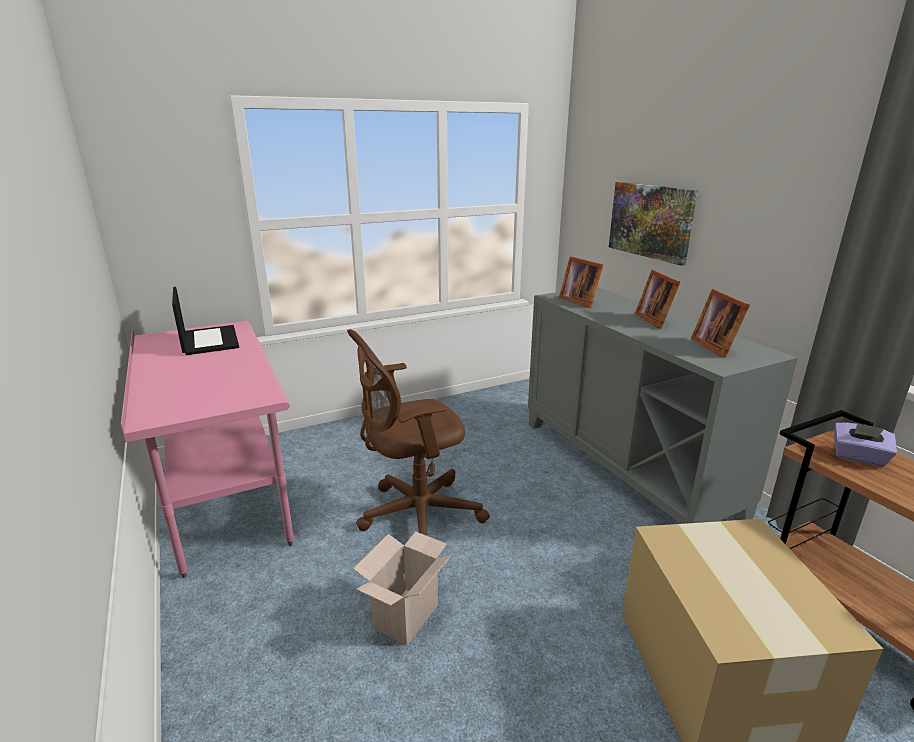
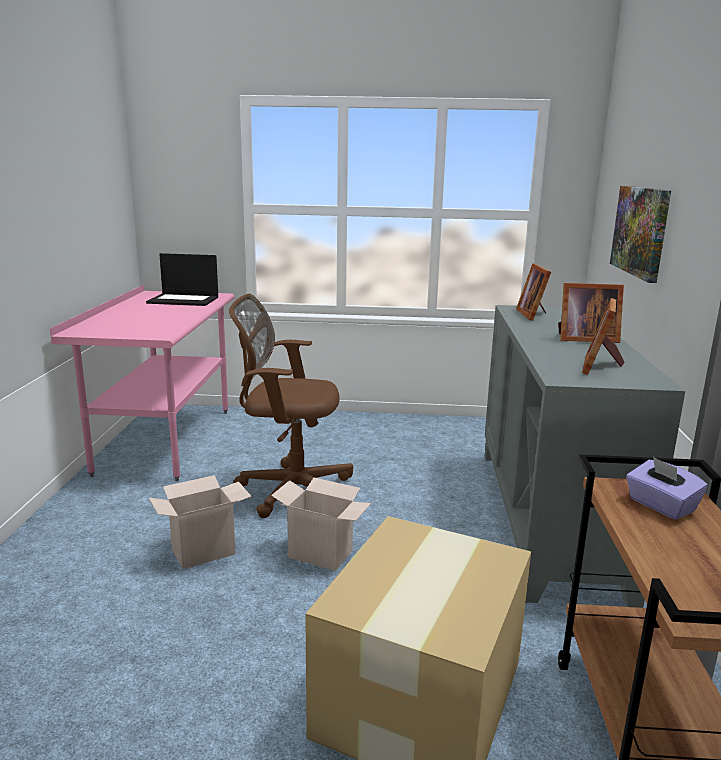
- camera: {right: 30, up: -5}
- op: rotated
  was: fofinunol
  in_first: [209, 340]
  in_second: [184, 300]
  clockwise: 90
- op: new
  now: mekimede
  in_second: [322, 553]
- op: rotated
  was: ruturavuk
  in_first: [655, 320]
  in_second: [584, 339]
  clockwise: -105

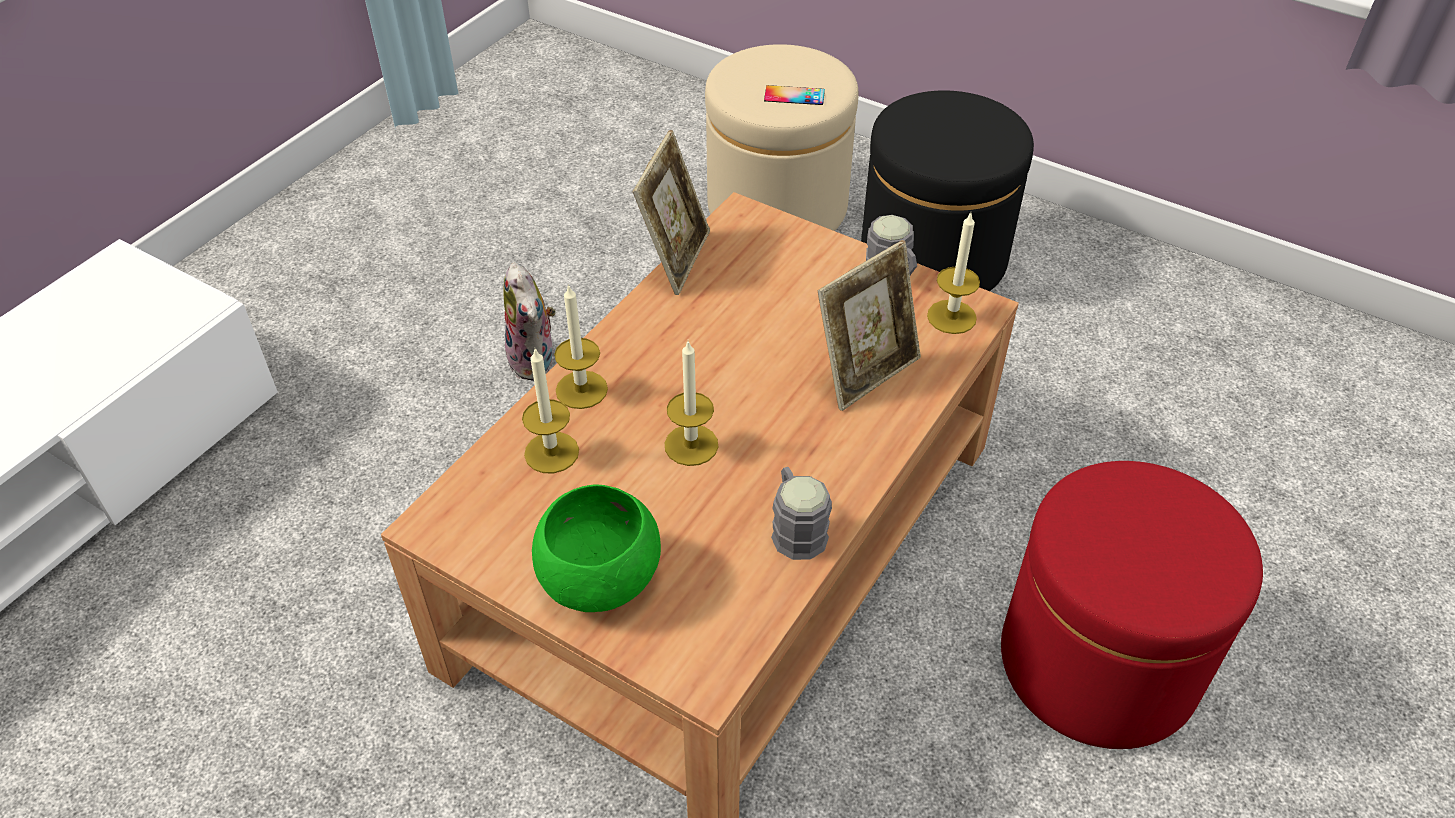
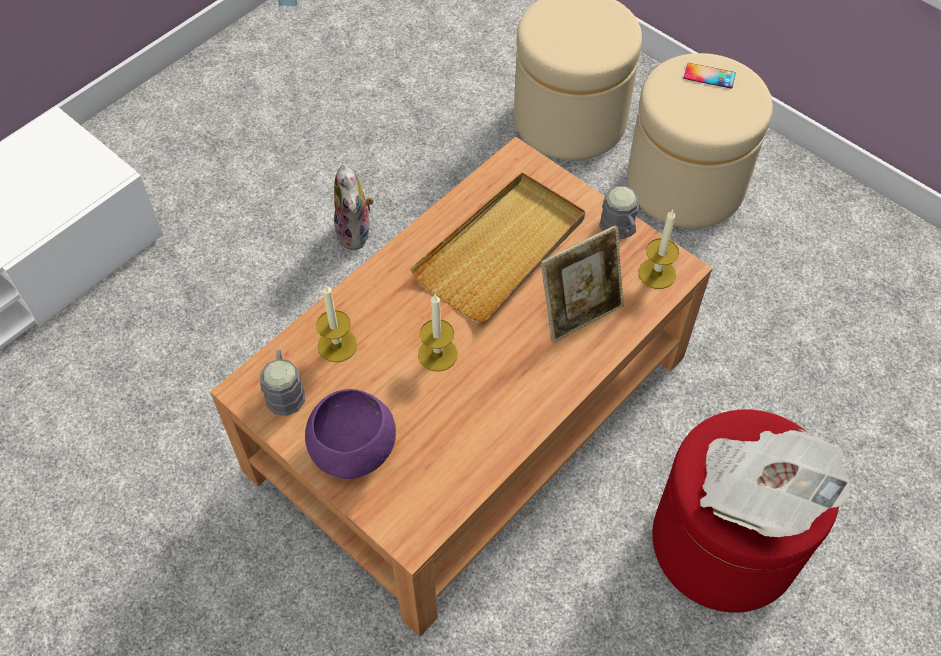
- camera: {right: 10, up: 10}
- op: shifted
  was: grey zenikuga
  in_first: [795, 528]
  in_second: [285, 391]
- op: repainted
  was: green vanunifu
  now: purple vanunifu
  in_first: [597, 578]
  in_second: [351, 449]
- op: new
  now: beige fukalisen
  in_second: [502, 250]
- op: repainted
  was: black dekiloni
  now: beige dekiloni
  in_first: [933, 258]
  in_second: [685, 184]
- op: shifted
  was: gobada
  in_first: [794, 96]
  in_second: [709, 76]
- op: new
  now: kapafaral
  in_second: [760, 491]
- op: gone
  was: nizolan
  in_first: [581, 390]
- op: gone
  was: ruturavuk
  in_first: [675, 258]

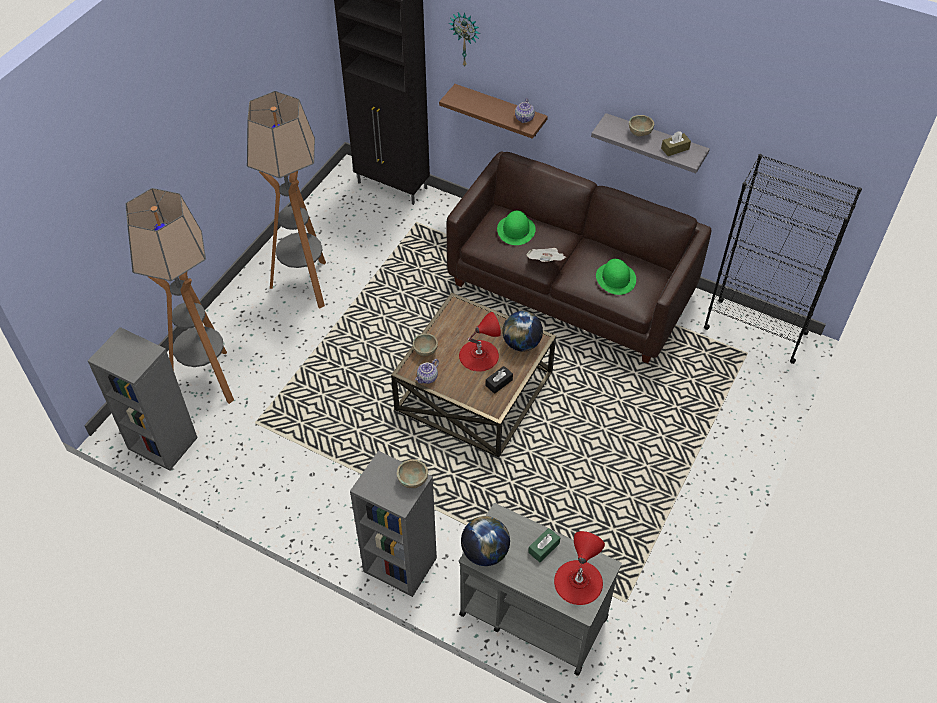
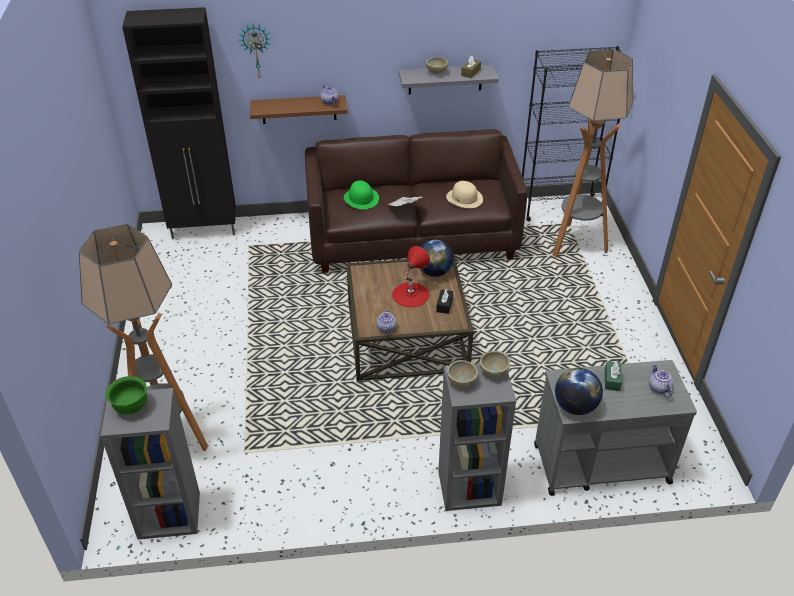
- camera: {right: -35, up: -10}
- op: new
  now: green vanunifu
  in_second: [131, 407]
- op: repainted
  was: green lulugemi
  now: beige lulugemi
  in_first: [616, 278]
  in_second: [464, 198]
- op: shifted
  was: beige vanunifu
  in_first: [425, 351]
  in_second: [461, 382]
- op: shifted
  was: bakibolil
  in_first: [305, 285]
  in_second: [575, 244]
- op: swapped
  was: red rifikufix
  now: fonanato
  in_first: [578, 582]
  in_second: [658, 388]

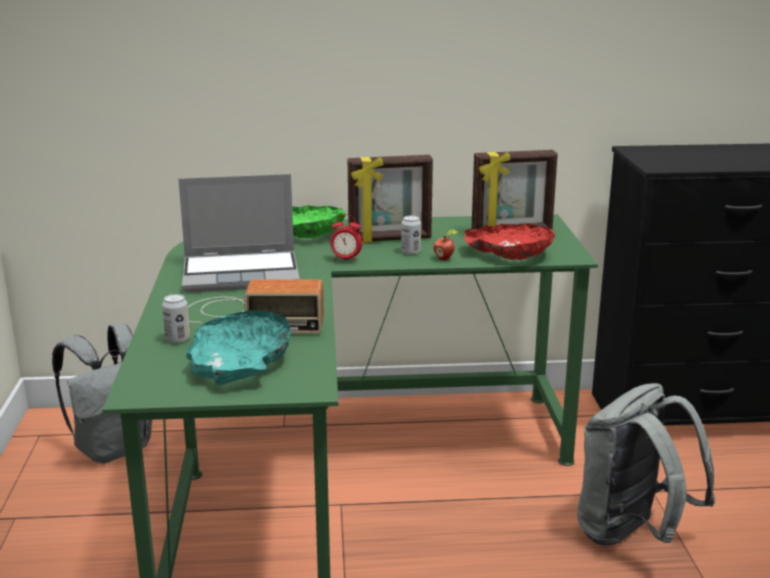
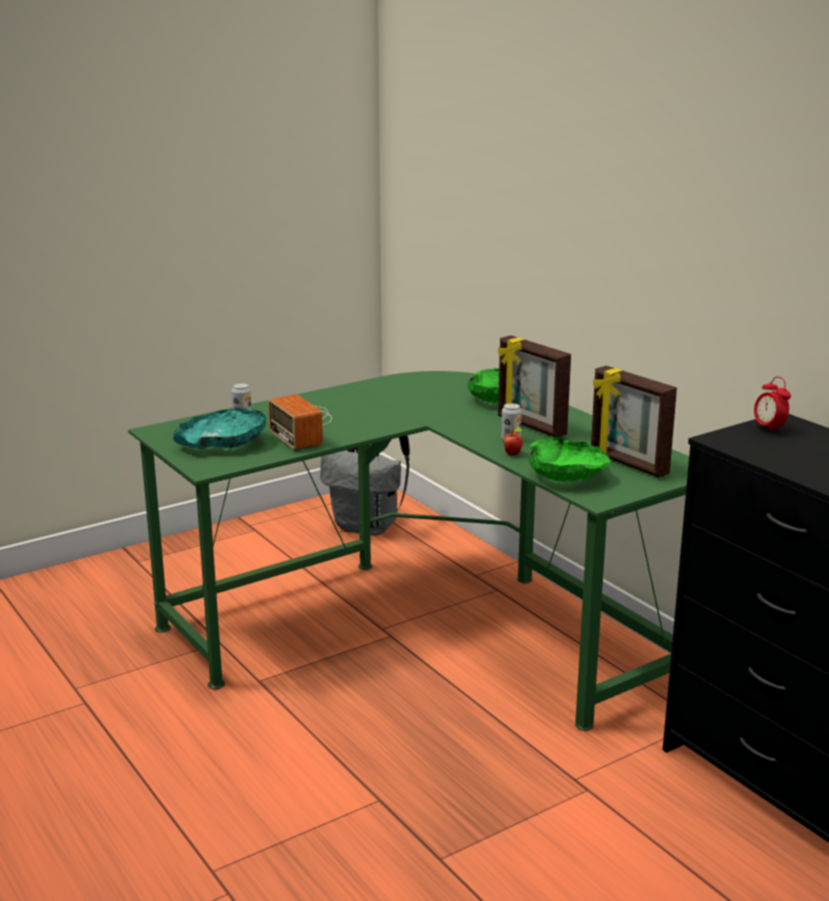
- camera: {right: 60, up: 0}
- op: repainted
  was: red vanunifu
  now: green vanunifu
  in_first: [509, 253]
  in_second: [566, 474]
- op: shifted
  was: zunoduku
  in_first: [346, 260]
  in_second: [769, 429]
- op: gone
  was: fofinunol
  in_first: [242, 273]
- op: gone
  was: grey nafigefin
  in_first: [631, 534]

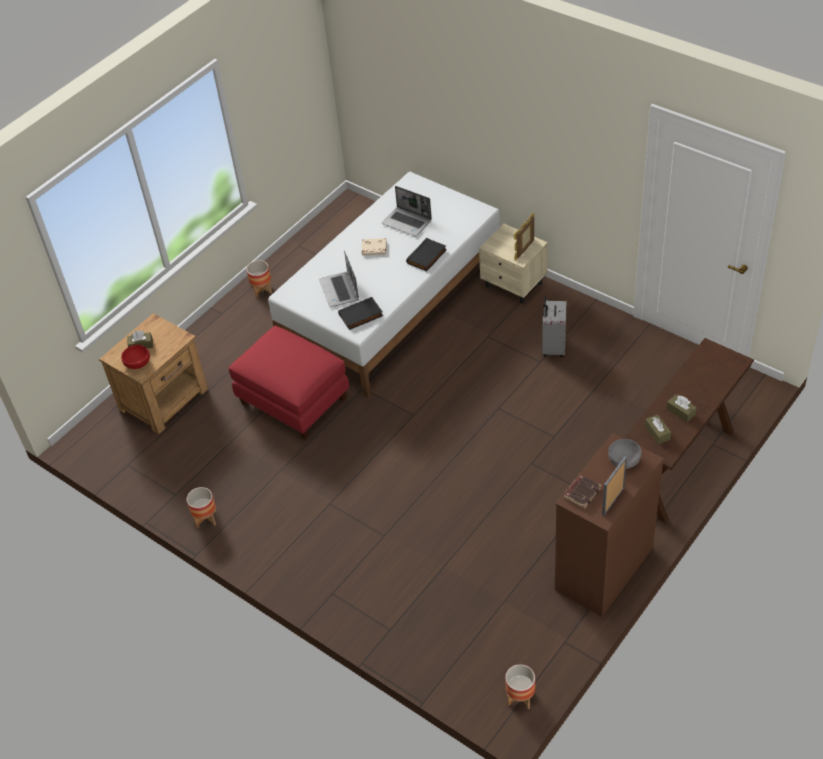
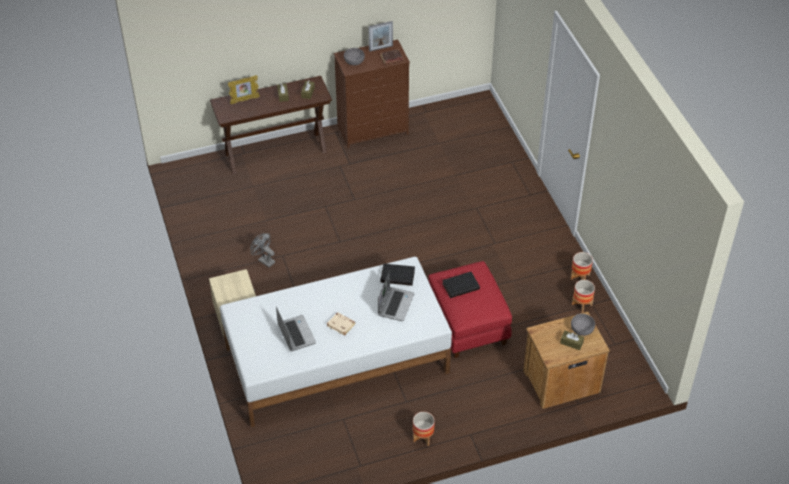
- camera: {right: -150, up: 0}
- op: shifted
  was: ruturavuk
  in_first: [525, 250]
  in_second: [244, 100]
- op: swapped
  was: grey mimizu
  now: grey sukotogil
  in_first: [552, 347]
  in_second: [264, 260]
- op: shifted
  was: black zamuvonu
  in_first: [427, 257]
  in_second: [460, 285]
- op: repainted
  was: red vanunifu
  now: grey vanunifu
  in_first: [138, 363]
  in_second: [581, 329]
- op: shifted
  was: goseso
  in_first: [520, 697]
  in_second: [582, 304]

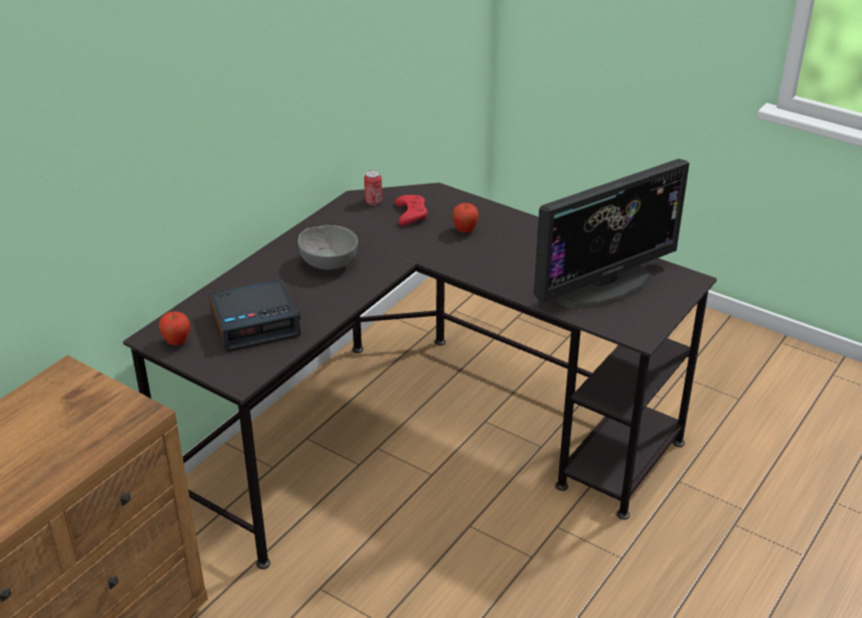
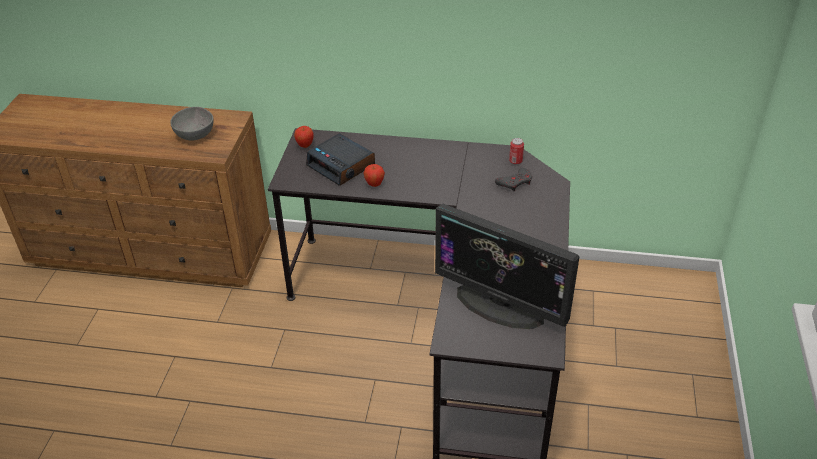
- camera: {right: 65, up: 5}
- op: shifted
  was: grey vanunifu
  in_first: [328, 262]
  in_second: [196, 135]
- op: shifted
  was: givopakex
  in_first: [465, 230]
  in_second: [374, 184]
- op: repainted
  was: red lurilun
  now: grey lurilun
  in_first: [411, 214]
  in_second: [515, 182]

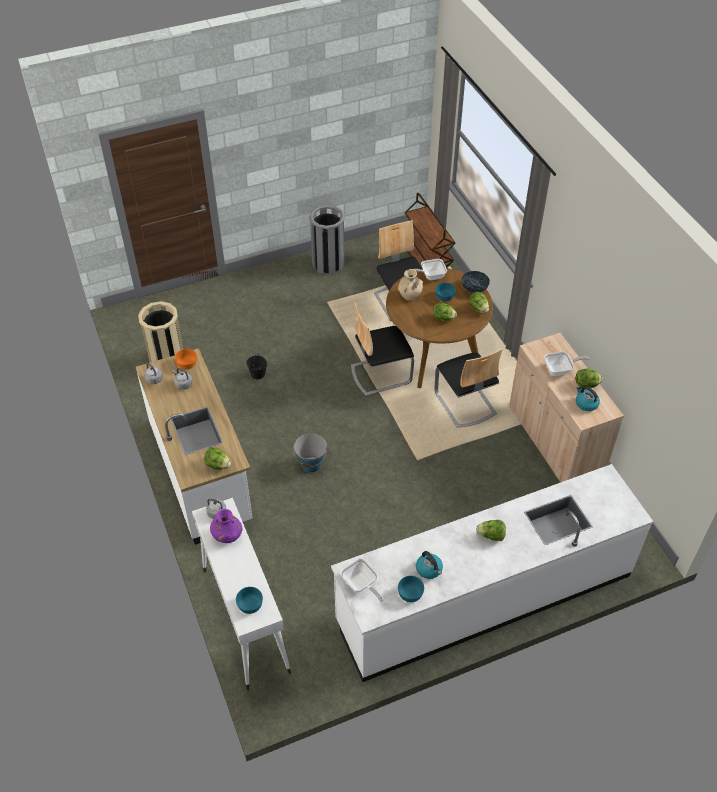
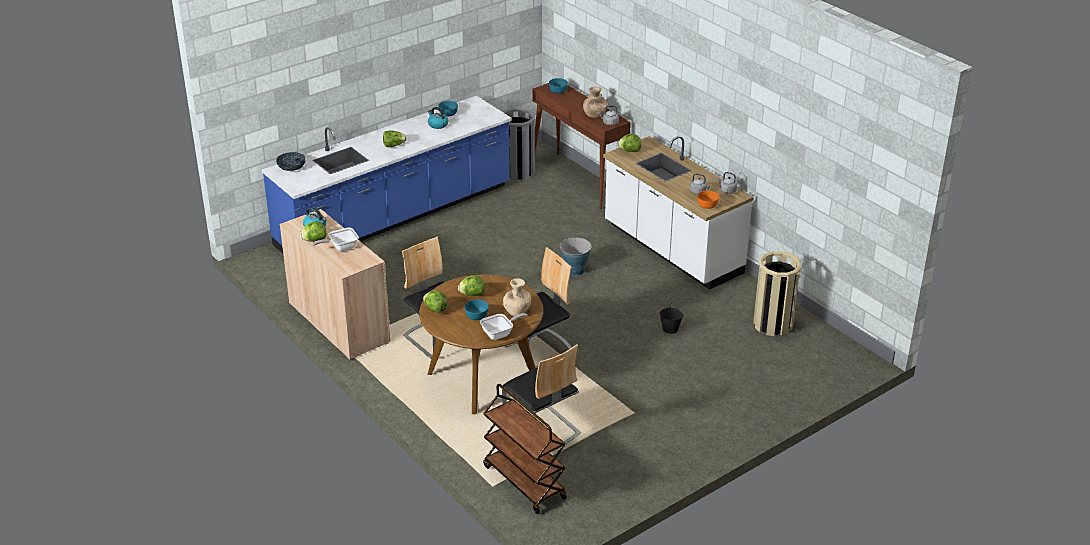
- camera: {right: 165, up: -15}
- op: repainted
  was: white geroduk
  now: blue geroduk
  in_first: [484, 597]
  in_second: [395, 216]
- op: shifted
  was: vanunifu
  in_first: [474, 287]
  in_second: [291, 168]
- op: shifted
  was: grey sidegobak
  in_first: [328, 263]
  in_second: [517, 172]
- op: repainted
  was: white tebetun
  now: brown tebetun
  in_first: [245, 619]
  in_second: [579, 180]
- op: repainted
  was: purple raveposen
  now: brown raveposen
  in_first: [227, 535]
  in_second: [594, 114]
- op: gone
  was: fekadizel
  in_first: [361, 585]

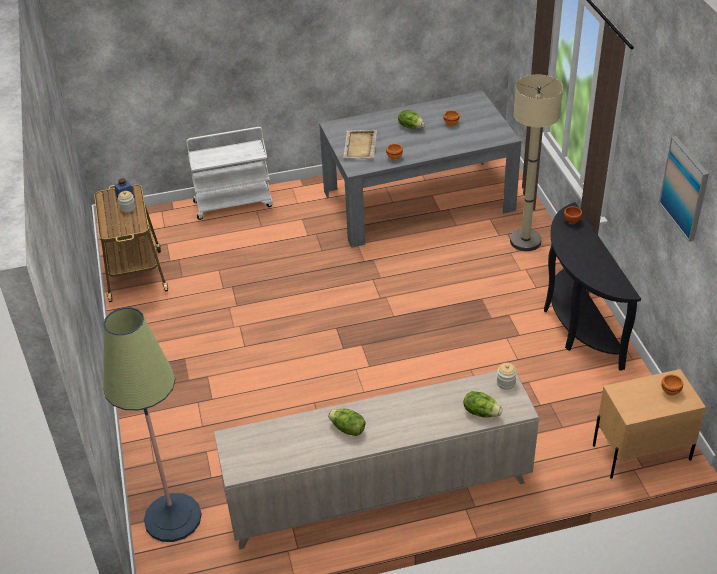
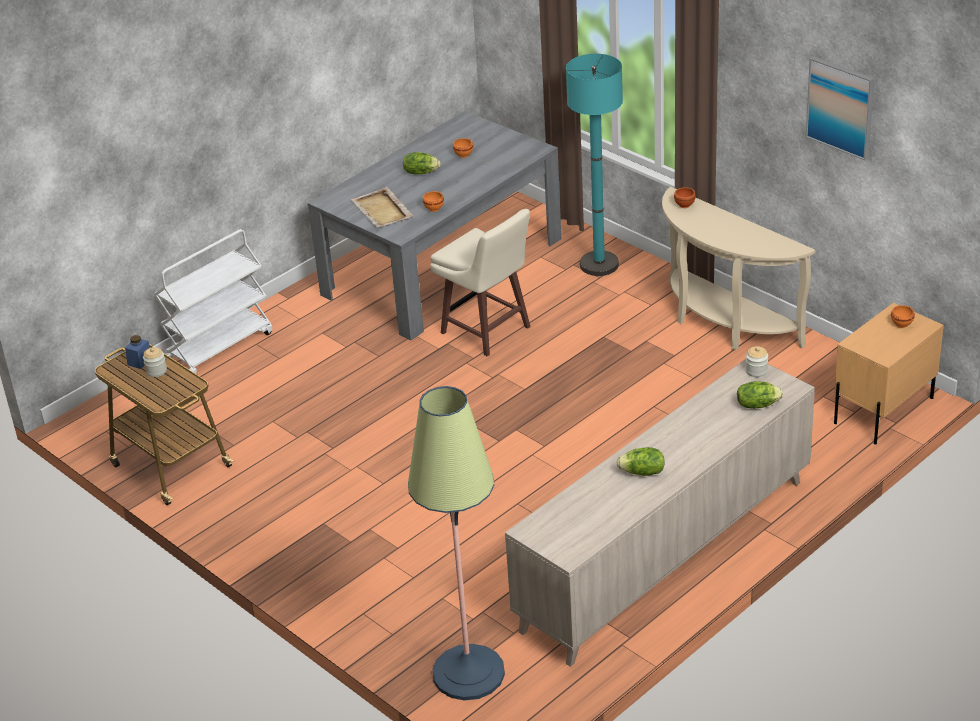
- camera: {right: -30, up: -5}
- op: new
  now: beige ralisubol
  in_second: [487, 331]
- op: repainted
  was: beige bakibolil
  now: turquoise bakibolil
  in_first: [525, 241]
  in_second: [599, 265]
- op: repainted
  was: black tebetun
  now: beige tebetun
  in_first: [576, 324]
  in_second: [722, 324]

